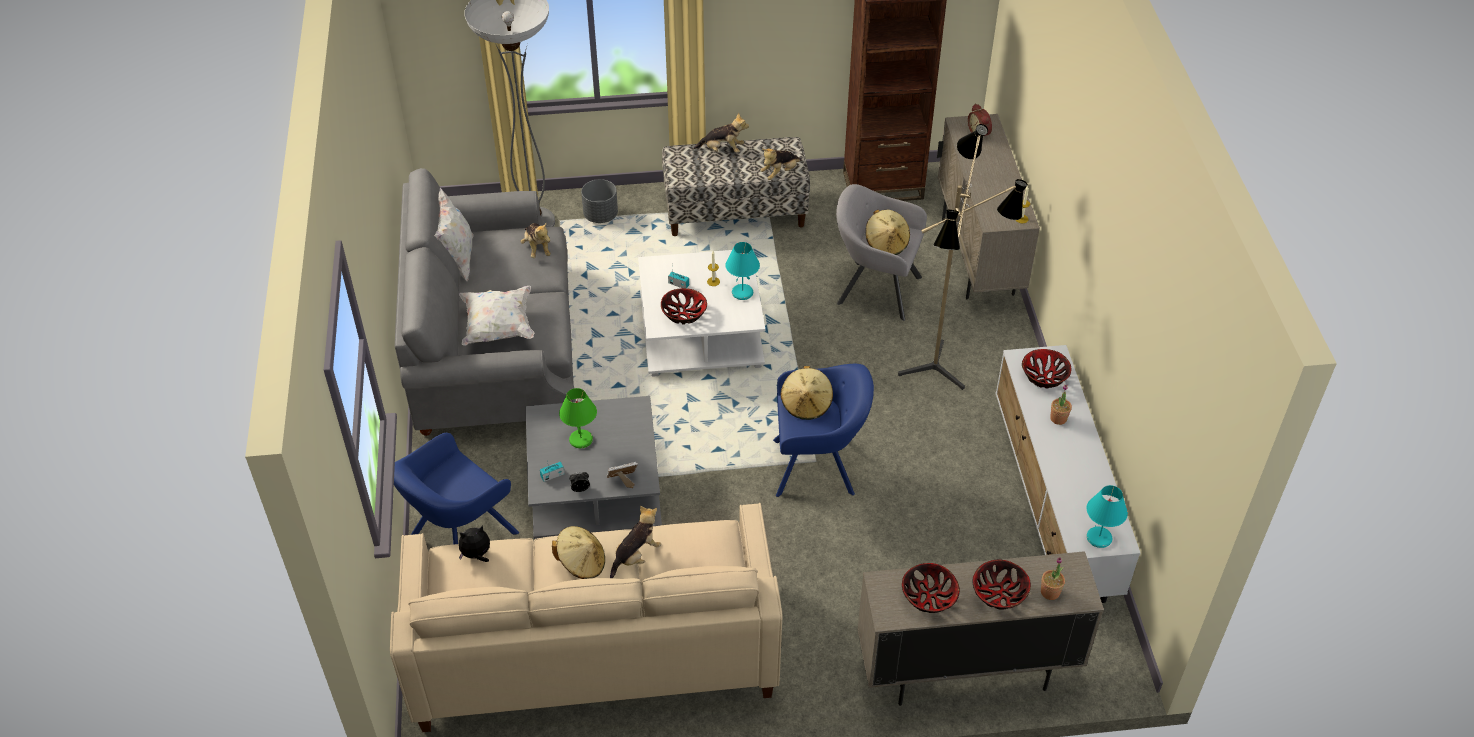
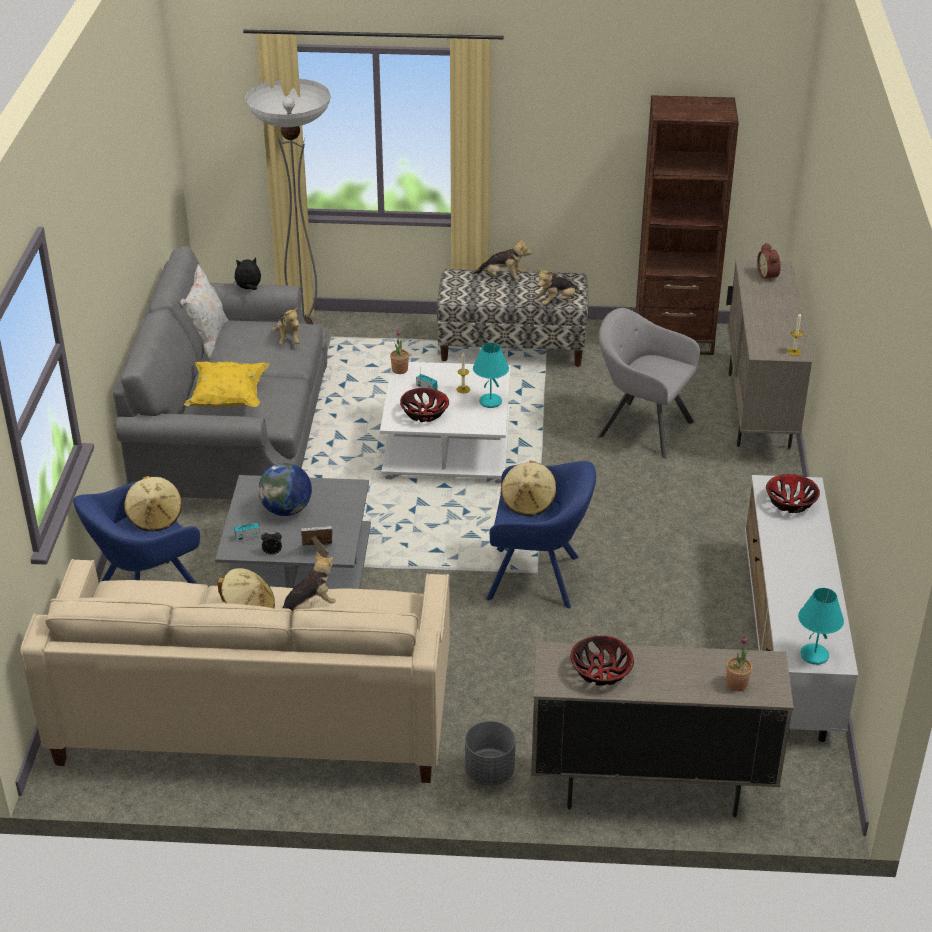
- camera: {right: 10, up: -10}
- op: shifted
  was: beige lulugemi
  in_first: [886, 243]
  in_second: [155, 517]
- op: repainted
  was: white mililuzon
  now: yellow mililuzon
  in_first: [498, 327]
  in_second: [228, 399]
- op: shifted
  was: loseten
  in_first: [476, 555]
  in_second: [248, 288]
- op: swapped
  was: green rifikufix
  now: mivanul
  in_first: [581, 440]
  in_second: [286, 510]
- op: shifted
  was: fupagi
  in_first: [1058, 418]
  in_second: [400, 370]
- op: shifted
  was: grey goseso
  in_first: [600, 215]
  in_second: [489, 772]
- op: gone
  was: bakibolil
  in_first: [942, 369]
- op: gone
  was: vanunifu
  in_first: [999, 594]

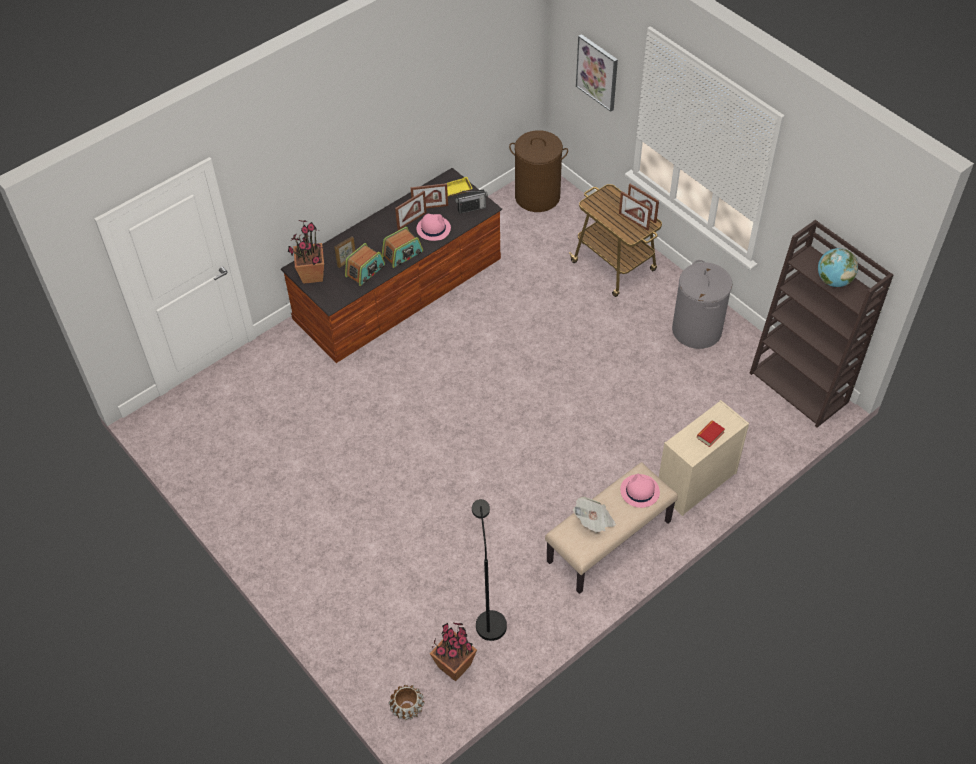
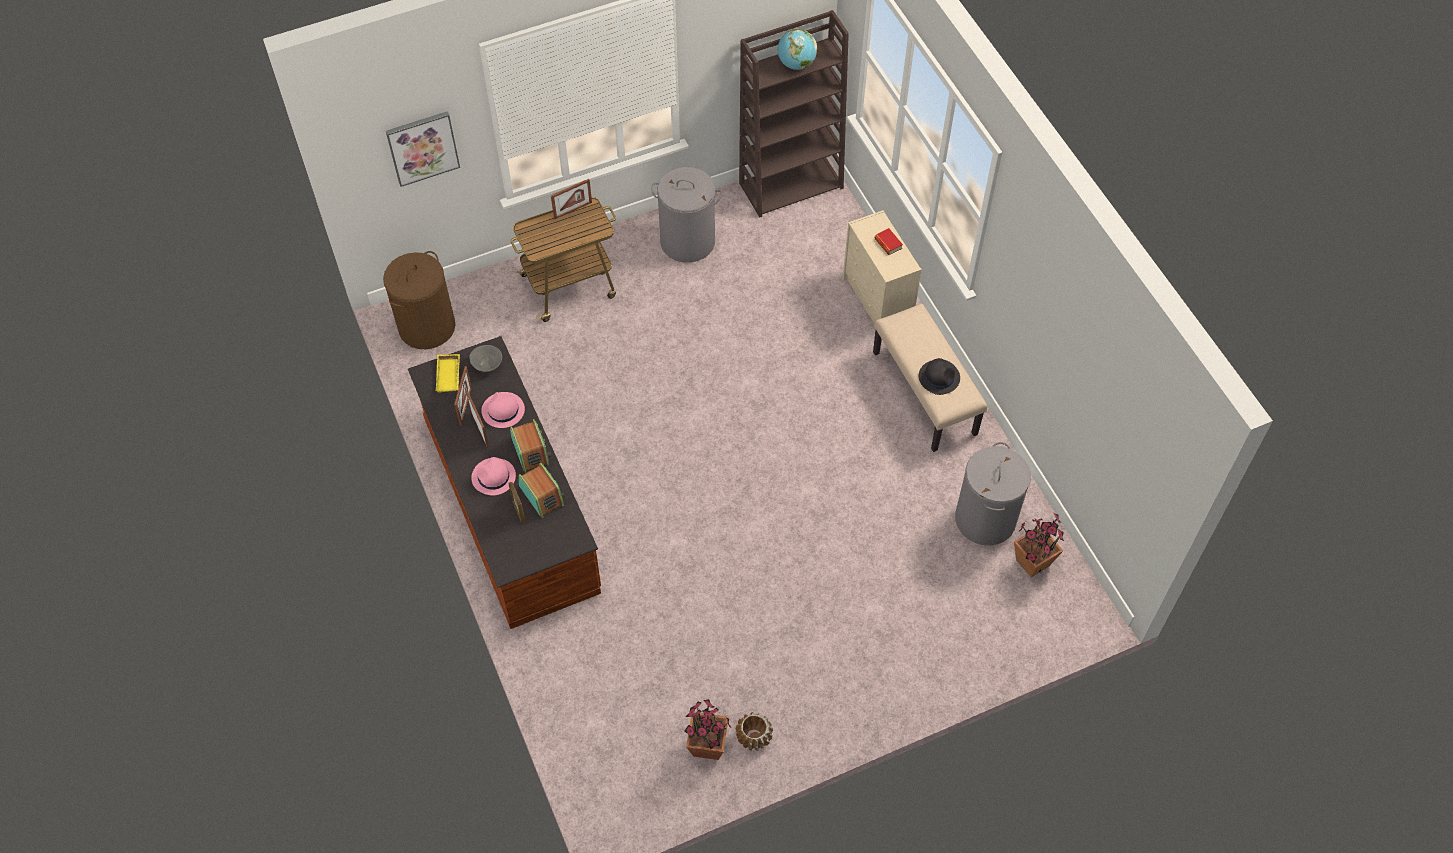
- camera: {right: -75, up: 5}
- op: swapped
  was: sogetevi
  now: grey vanunifu
  in_first: [471, 208]
  in_second: [487, 365]
- op: shifted
  was: pink lulugemi
  in_first: [639, 491]
  in_second: [493, 477]
- op: shifted
  was: fupagi
  in_first: [312, 275]
  in_second: [708, 746]
- op: shifted
  was: brown goseso
  in_first: [407, 707]
  in_second: [753, 736]
- op: swapped
  was: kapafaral
  now: black lulugemi
  in_first: [594, 521]
  in_second: [939, 377]
- op: swapped
  was: black bakibolil
  now: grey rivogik
  in_first: [489, 618]
  in_second: [985, 519]
- op: gone
  was: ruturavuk
  in_first: [633, 221]

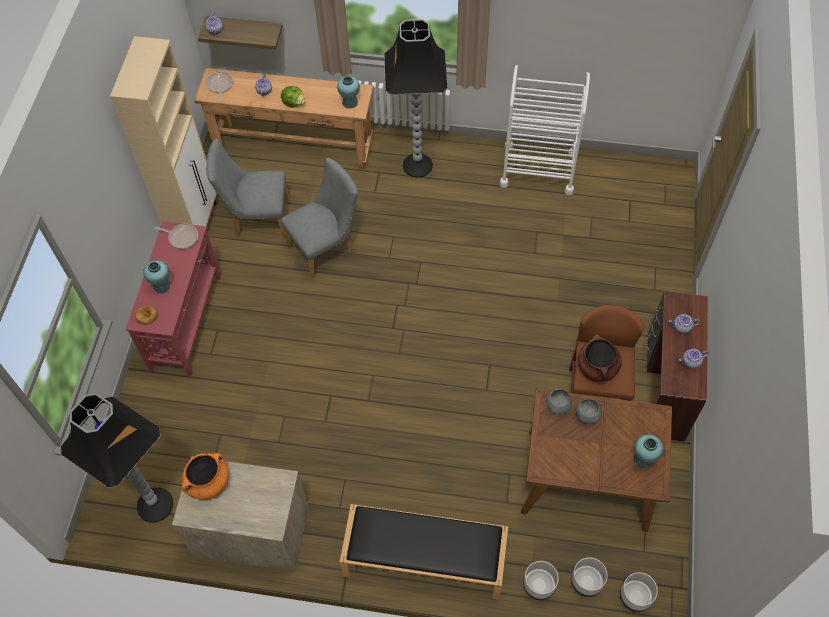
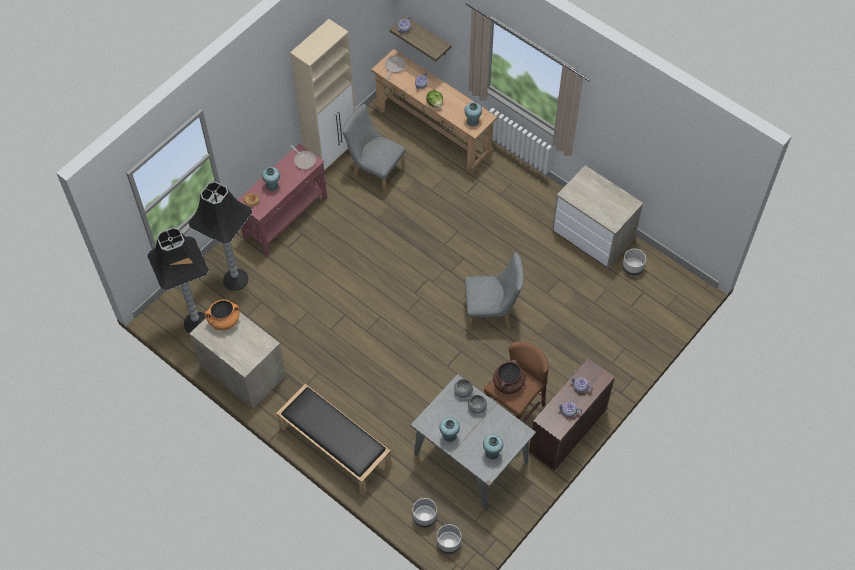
- camera: {right: 30, up: 0}
- op: shifted
  was: black bakibolil
  in_first: [417, 166]
  in_second: [235, 280]
- op: repainted
  was: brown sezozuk
  now: grey sezozuk
  in_first: [588, 480]
  in_second: [471, 458]
- op: new
  now: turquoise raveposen
  in_second: [449, 435]
- op: shifted
  was: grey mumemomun
  in_first: [326, 247]
  in_second: [491, 312]
- op: swapped
  was: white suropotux
  now: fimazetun
  in_first: [538, 169]
  in_second: [593, 235]
- op: shifted
  was: grey goseso
  in_first: [538, 585]
  in_second: [632, 268]

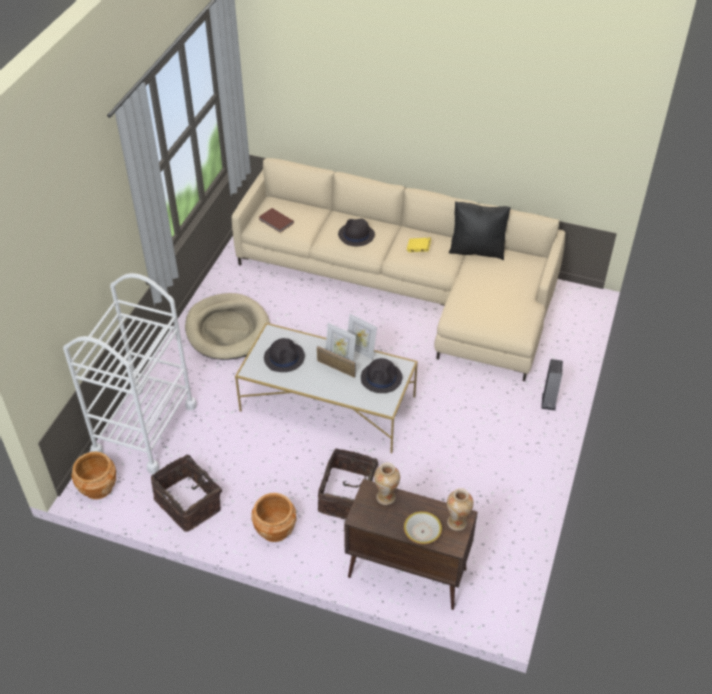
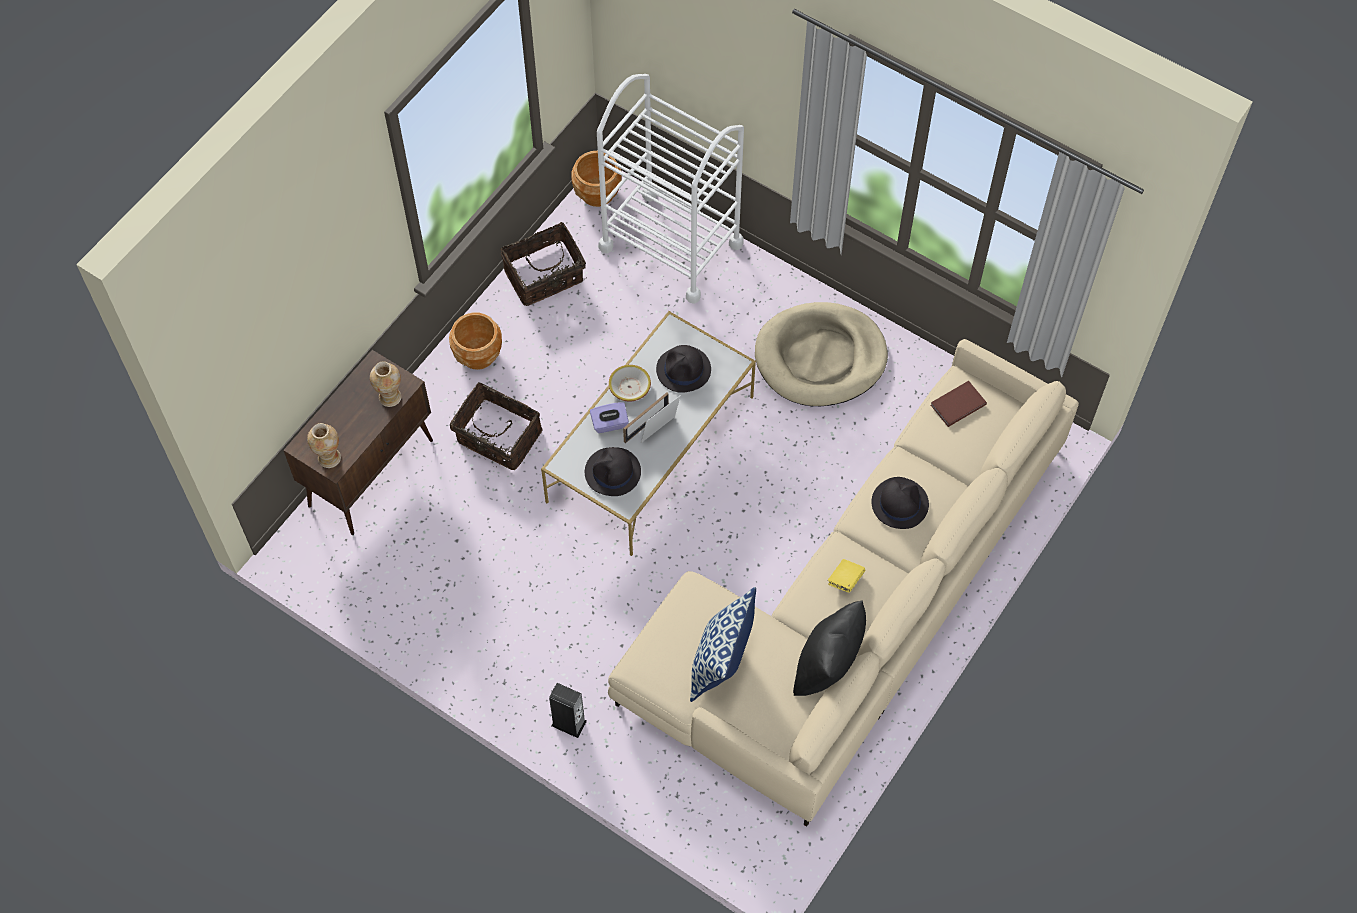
- camera: {right: 105, up: 15}
- op: new
  now: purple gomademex
  in_second: [609, 424]
- op: shifted
  was: vanunifu
  in_first: [422, 532]
  in_second: [629, 387]
- op: new
  now: mililuzon
  in_second: [721, 663]
- op: gone
  was: ruturavuk
  in_first: [361, 350]

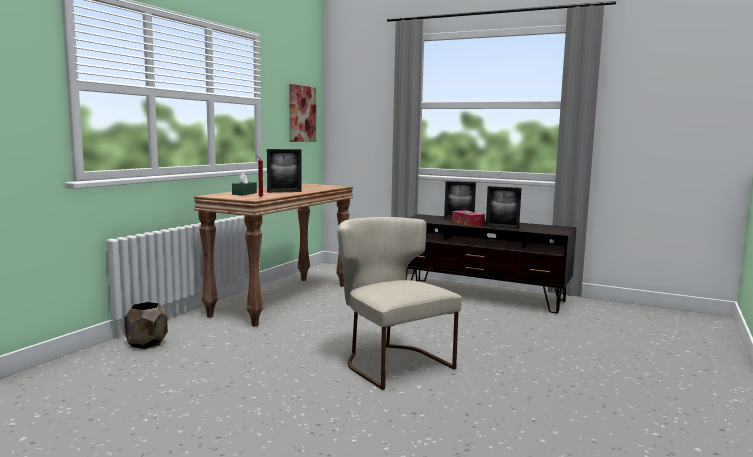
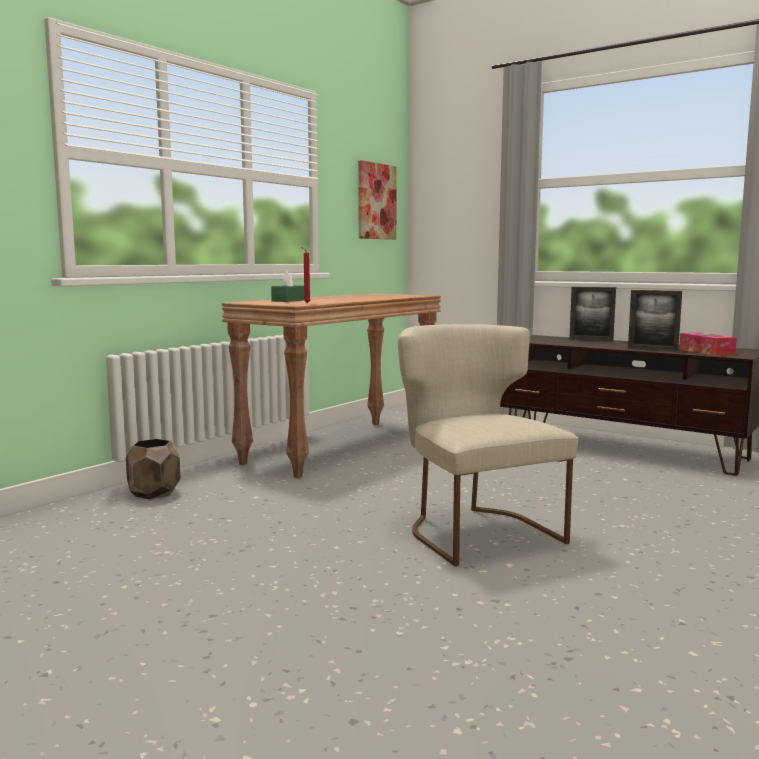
- camera: {right: 10, up: 0}
- op: shifted
  was: gomademex
  in_first: [467, 223]
  in_second: [706, 351]
- op: gone
  was: ruturavuk
  in_first: [284, 192]

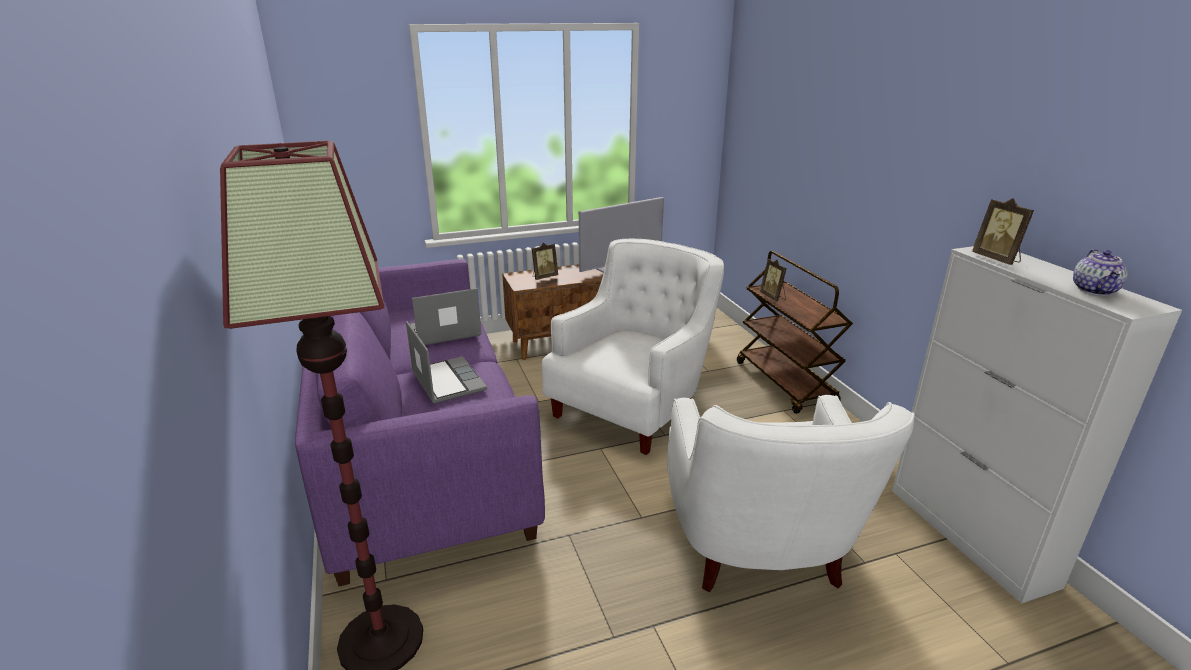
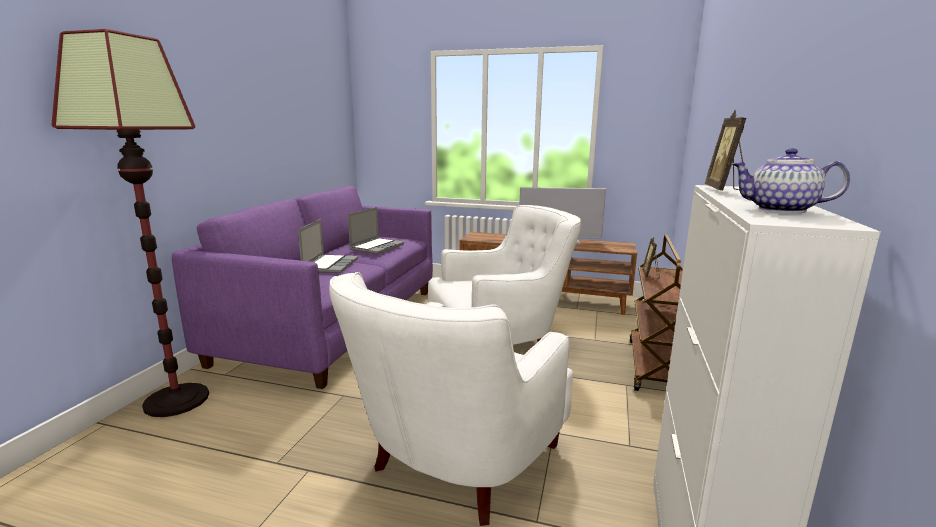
- camera: {right: 35, up: -10}
- op: rotated
  was: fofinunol
  in_first: [445, 332]
  in_second: [377, 247]
  clockwise: 105
- op: rotated
  was: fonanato
  in_first: [1095, 290]
  in_second: [780, 210]
  clockwise: 60
- op: gone
  was: ruturavuk
  in_first: [544, 277]

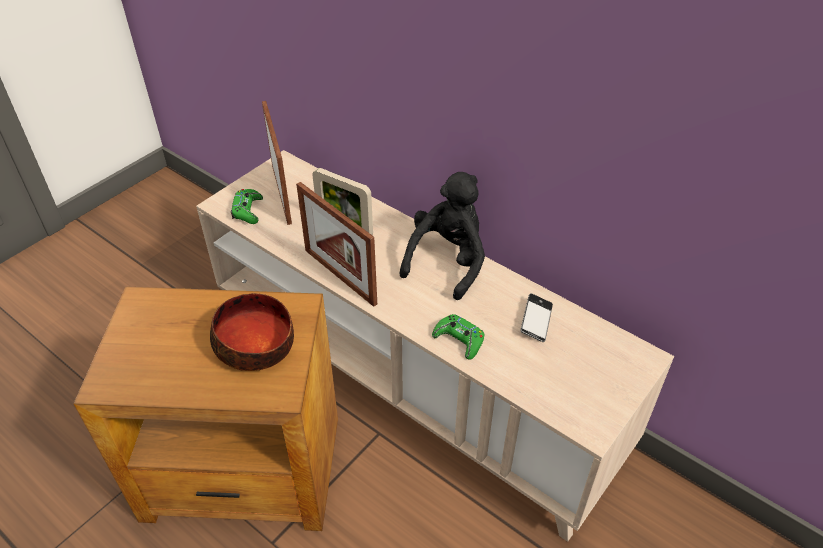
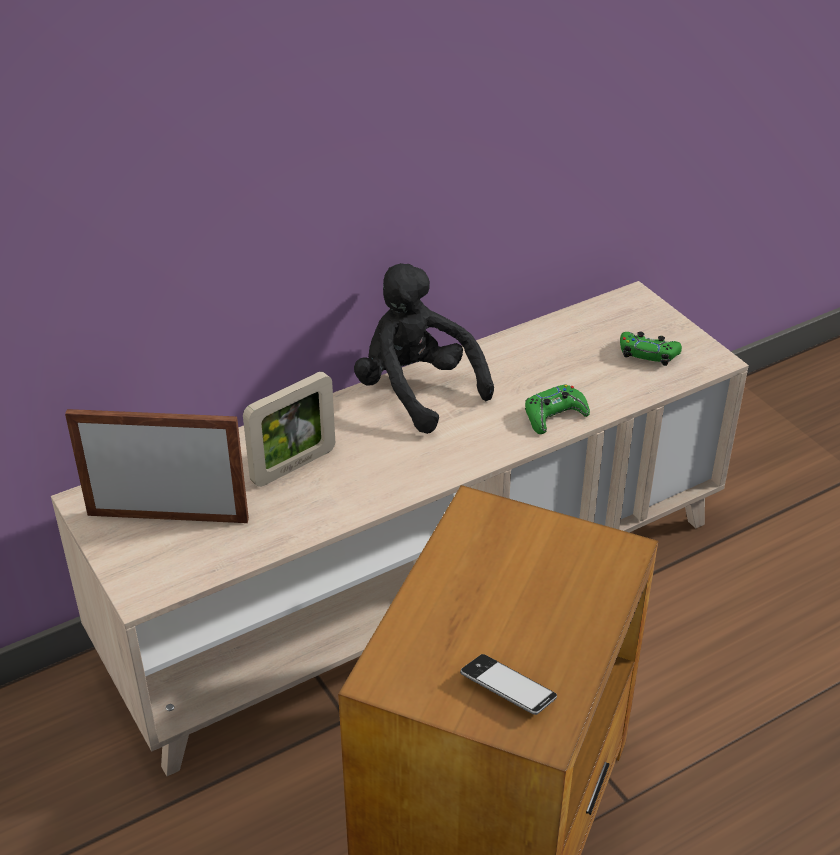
- camera: {right: -70, up: -5}
- op: shifted
  was: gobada
  in_first: [536, 320]
  in_second: [508, 689]
- op: shifted
  was: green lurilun
  in_first: [247, 211]
  in_second: [648, 354]
- op: gone
  was: vanunifu
  in_first: [256, 345]
- op: gone
  was: ruturavuk
  in_first: [340, 276]

